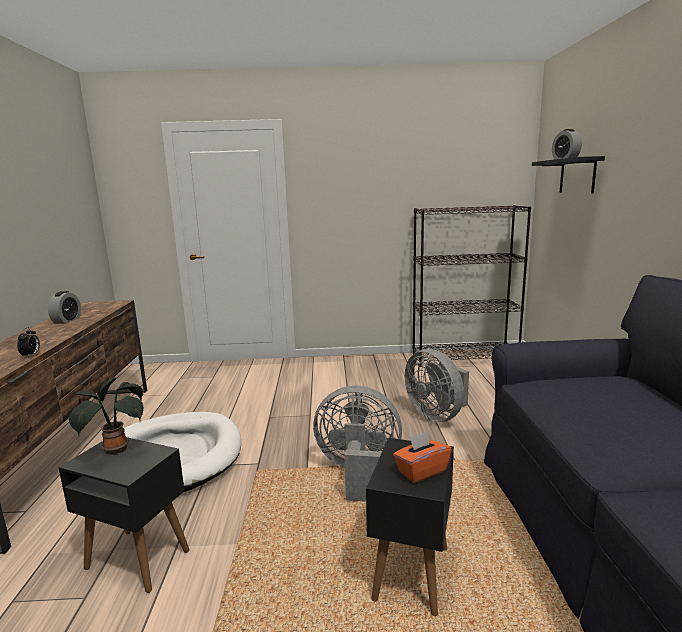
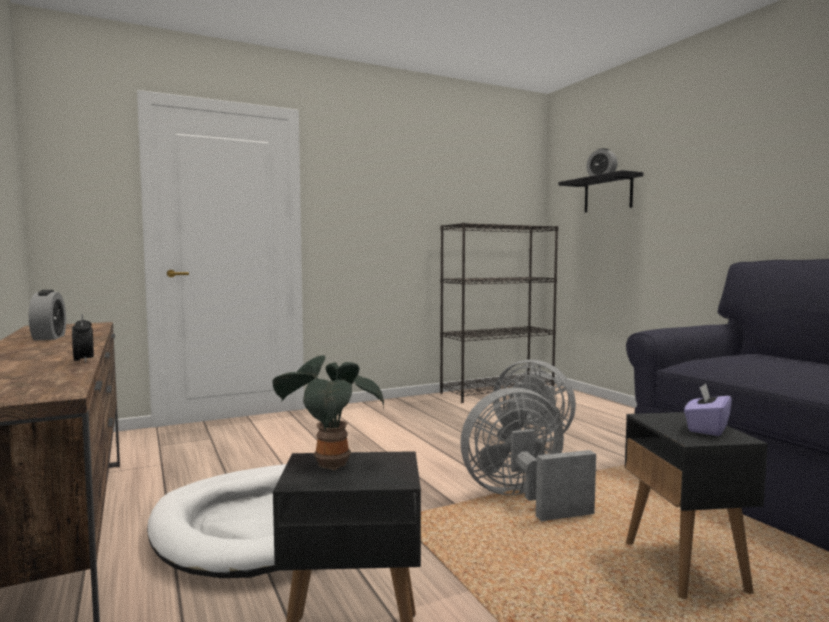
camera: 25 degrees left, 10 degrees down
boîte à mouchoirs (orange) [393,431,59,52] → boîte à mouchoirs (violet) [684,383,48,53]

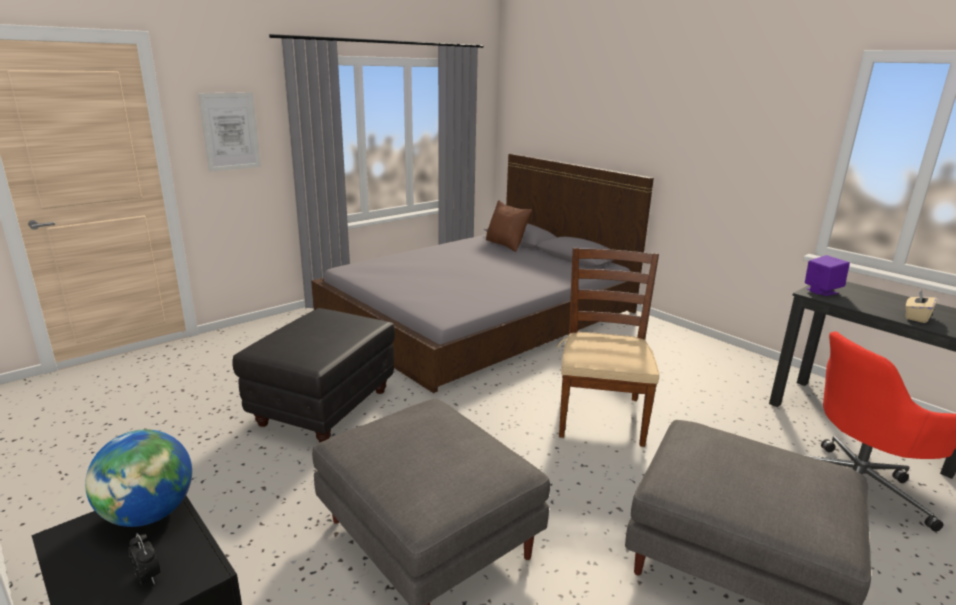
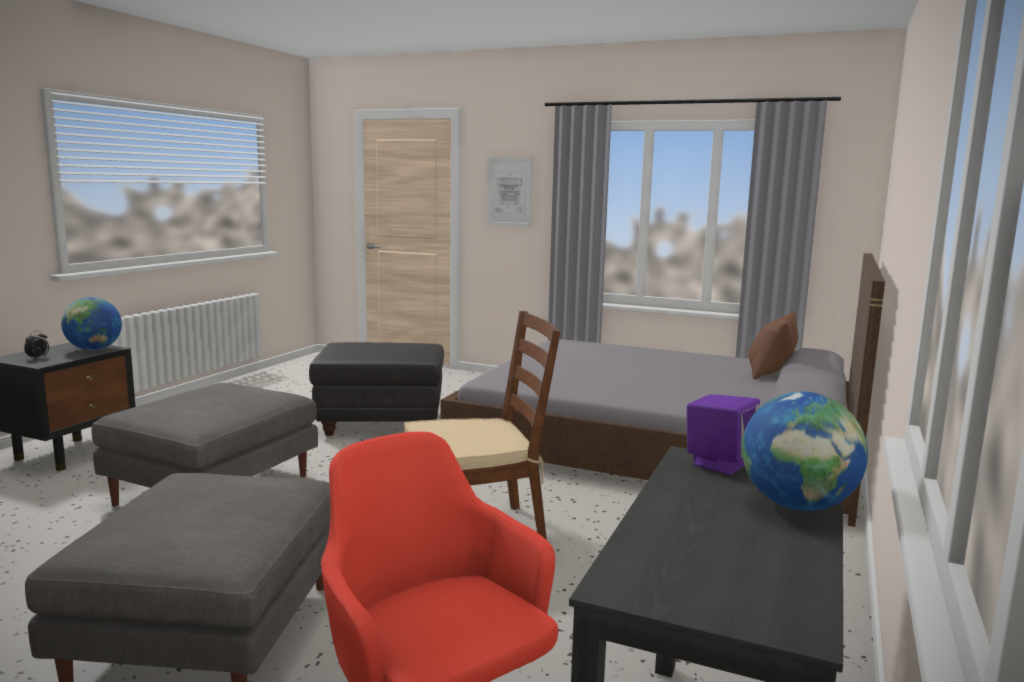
camera: 65 degrees right, 10 degrees down
boîte à mouchoirs (beige) [906,290,31,33] → -
- → globe [742,392,126,119]

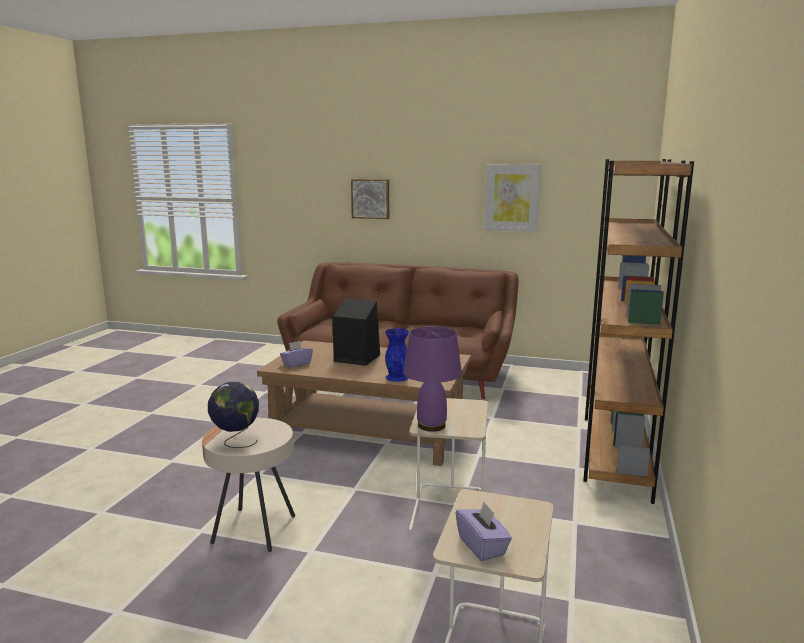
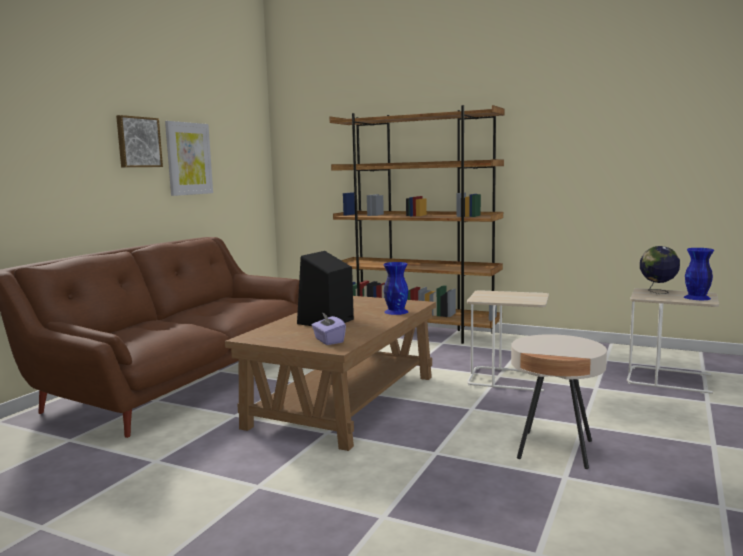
camera: 80 degrees left, 5 degrees down
tableau [351,179,38,40] → tableau [116,115,47,53], shifted
lampe de table (violet) [403,326,59,106] → -
globe [208,382,51,66] → globe [640,246,40,48], shifted
boîte à mouchoirs (violet) [456,502,56,59] → vase (bleu) [684,248,30,52]

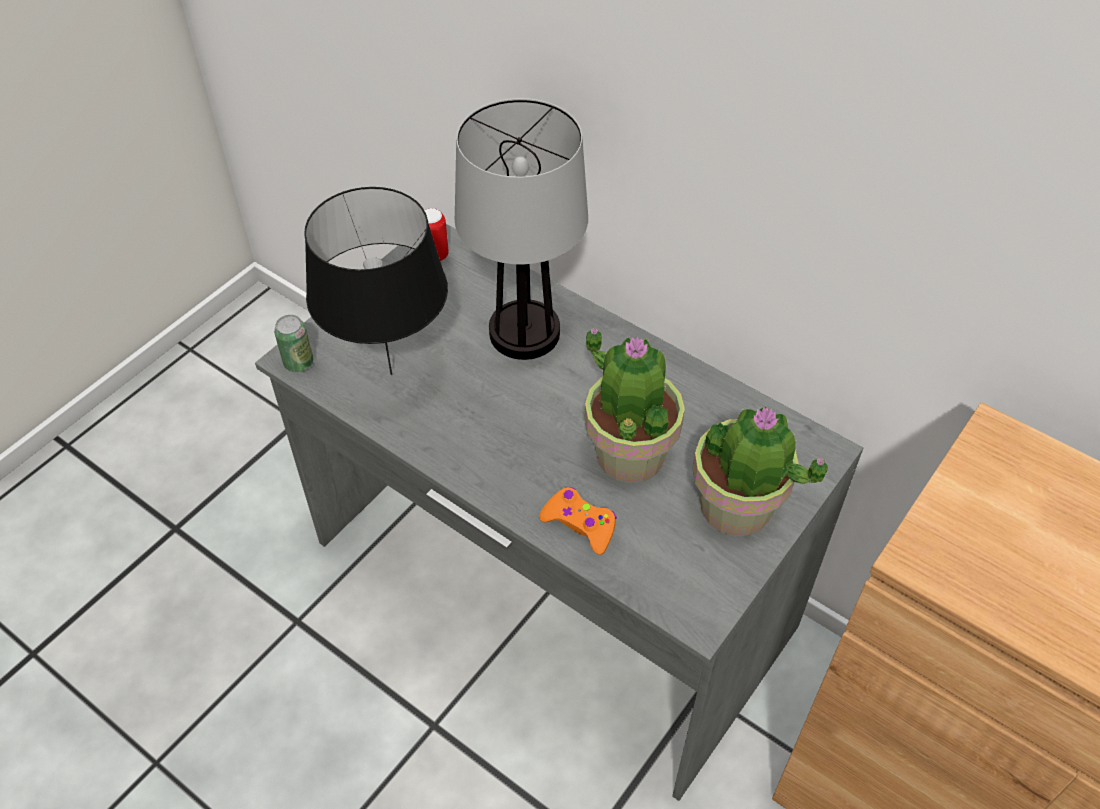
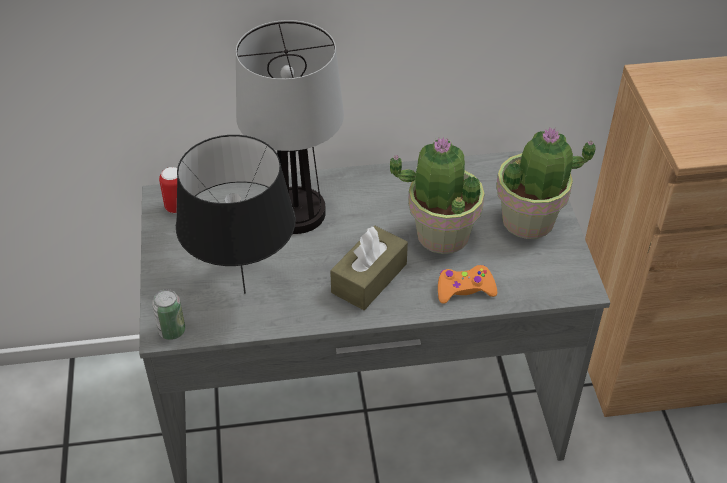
camera: 45 degrees left, 5 degrees down
- → boîte à mouchoirs (marron) [330,226,78,84]

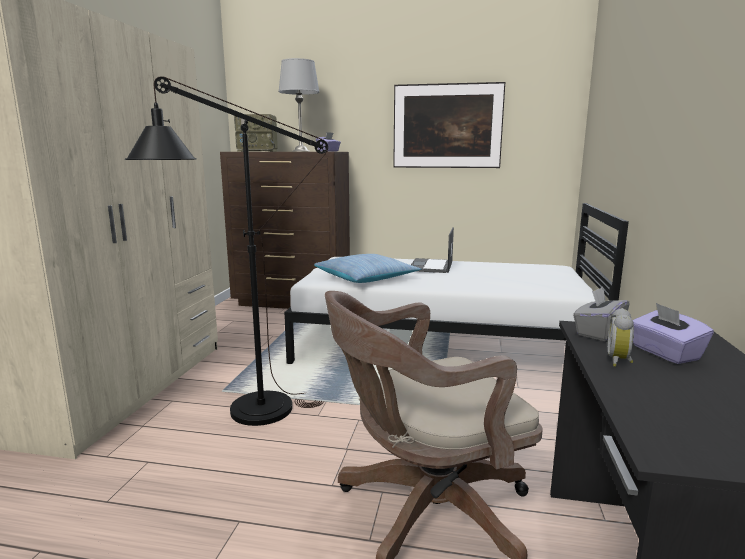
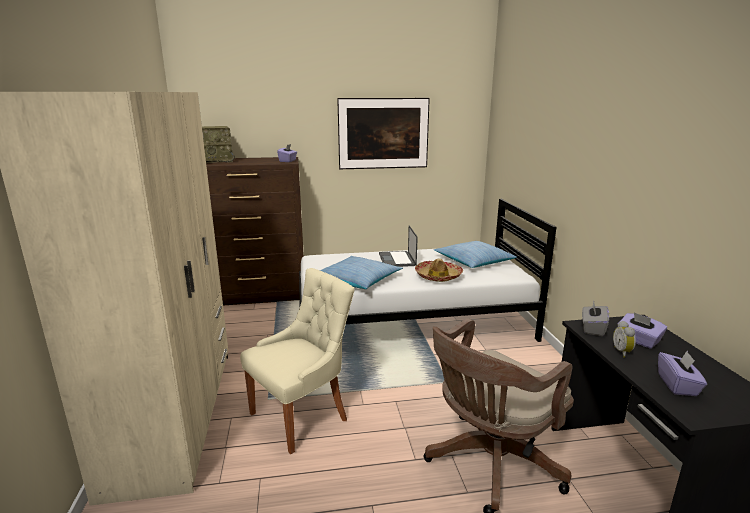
camera: 20 degrees left, 5 degrees up
lampe de table (gris) [278,58,42,94] → -
lampadaire (noir) [125,76,203,350] → chaise (beige) [240,268,115,186]
- → coussin [434,241,83,27]
- → chapeau [415,259,48,23]
- → boîte à mouchoirs (violet) [658,351,49,45]

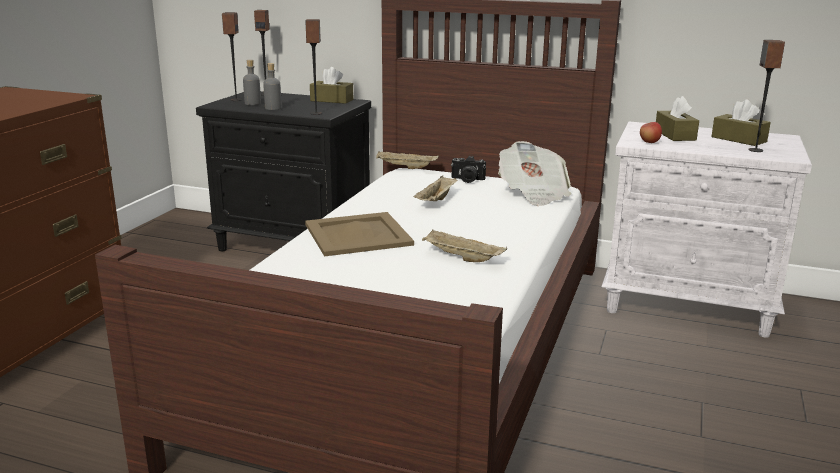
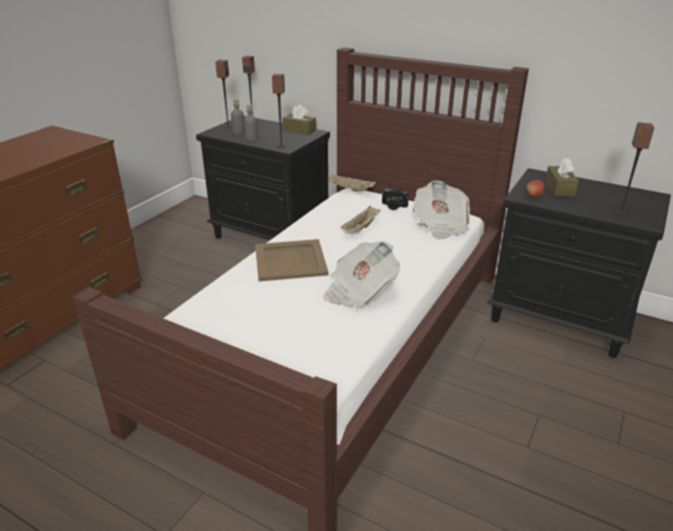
camera: 10 degrees right, 10 degrees up
boîte à mouchoirs (marron) [711,99,60,47] → -
table de chevet (blanc) [601,122,211,216] → table de chevet (noir) [487,168,184,190]
plateau (beige) [422,230,85,32] → journal [323,241,77,68]

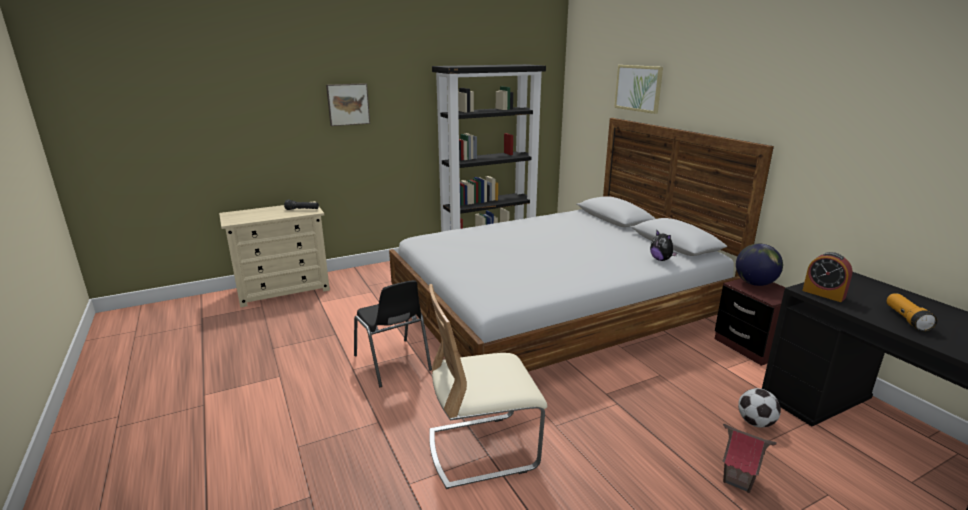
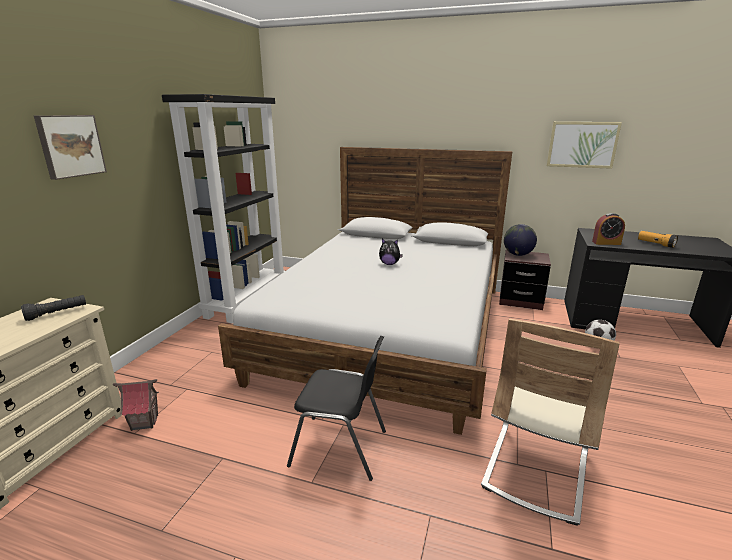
camera: 45 degrees left, 0 degrees up
tableau [614,65,49,49] → tableau [547,122,75,47], shifted
peluche [650,230,27,31] → peluche [379,239,24,26], shifted
maison miniature [722,424,55,69] → maison miniature [113,379,46,52], shifted

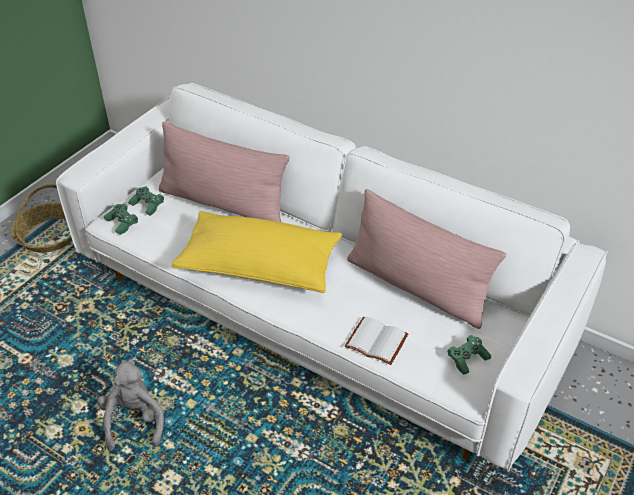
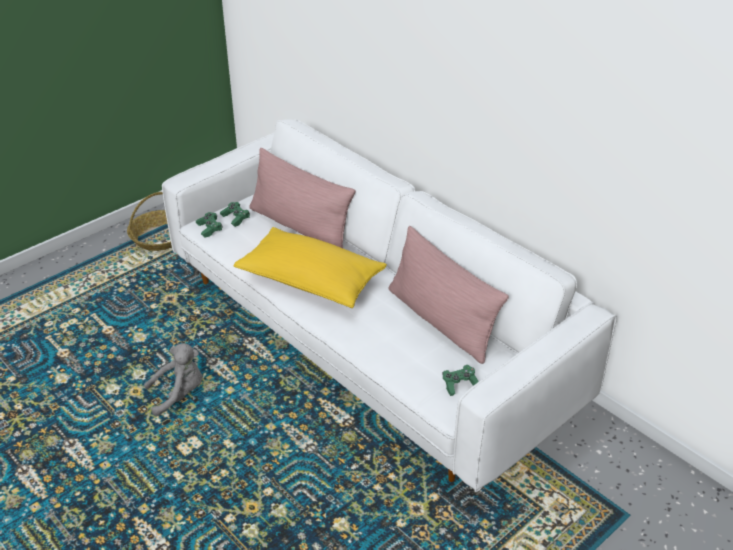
camera: 15 degrees right, 5 degrees down
livre (blanc) [345,317,63,48] → -
peluche (gris) [97,359,67,92] → peluche (gris) [144,343,58,73], 60 degrees clockwise

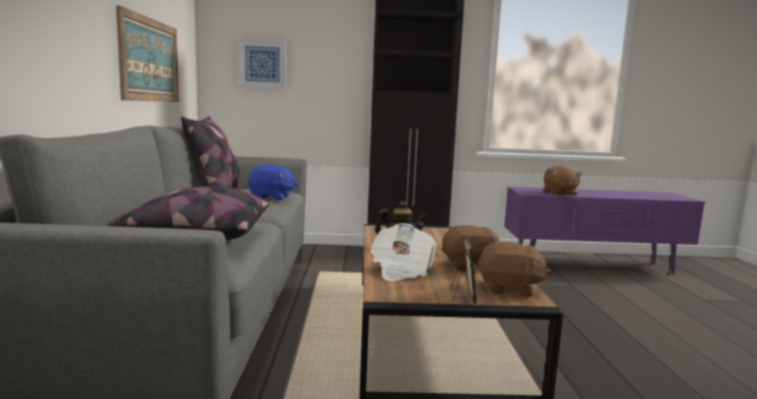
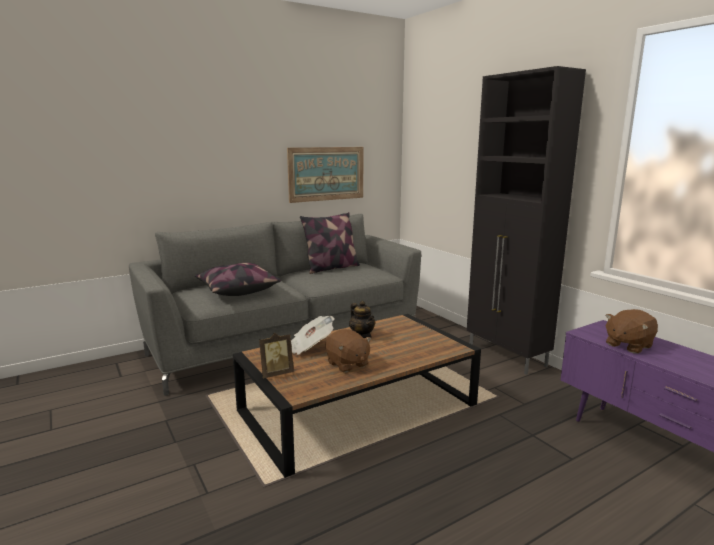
camera: 60 degrees right, 5 degrees up
tableau [238,39,48,50] → -
peluche (bleu) [248,165,50,36] → -
peluche (marron) [477,242,74,55] → -

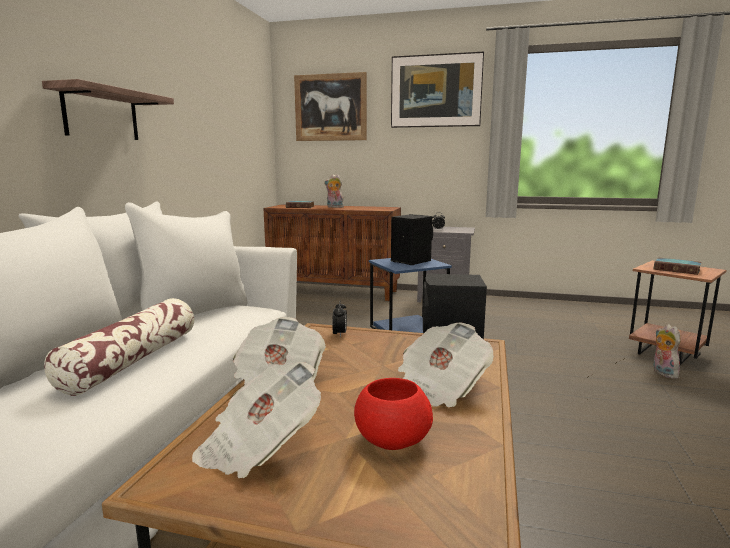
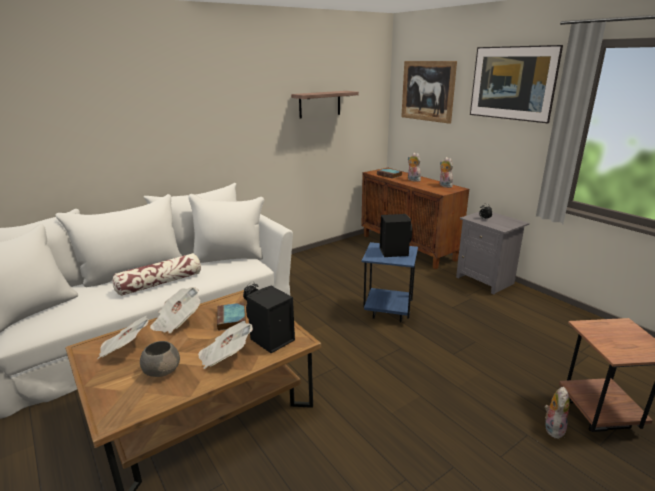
camera: 40 degrees right, 10 degrees up
étagère [42,79,132,61] → étagère [291,91,68,27], shifted
livre [653,258,49,17] → livre [217,303,29,28], shifted
bol (rouge) [354,378,79,72] → bol (gris) [140,341,40,36]
- → peluche [439,157,14,31]

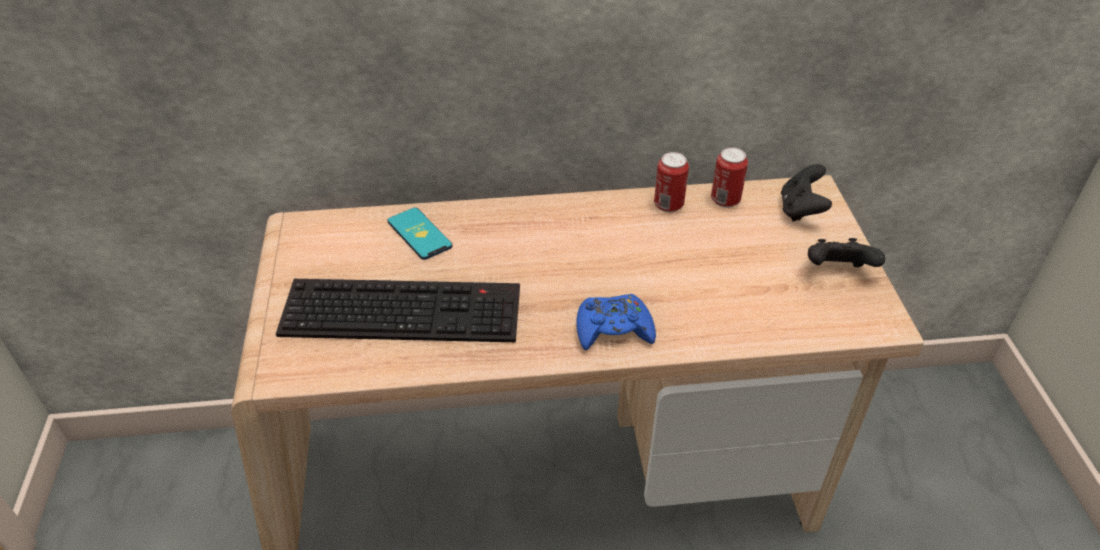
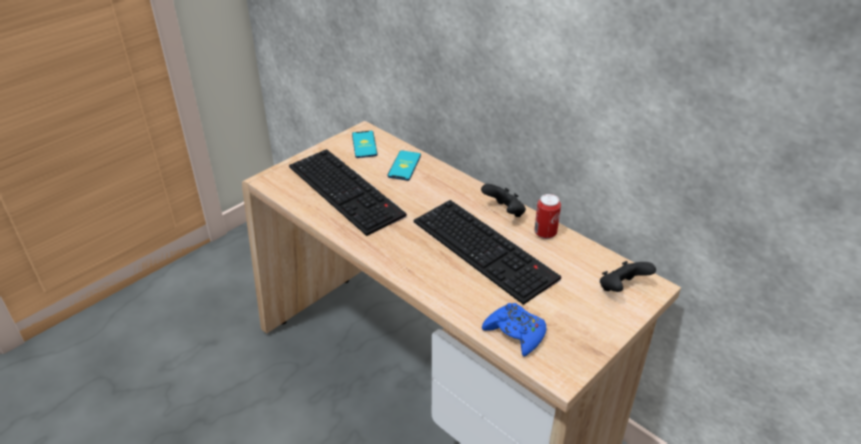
camera: 50 degrees right, 5 degrees down
boîte métallique [711,147,37,61] → -
manette (noir) [808,238,77,30] → manette (noir) [481,184,45,33], shifted
manette (bleu) [576,294,80,57] → manette (bleu) [482,303,64,54], shifted
- → téléphone [352,131,25,27]
- → clavier [414,200,147,105]

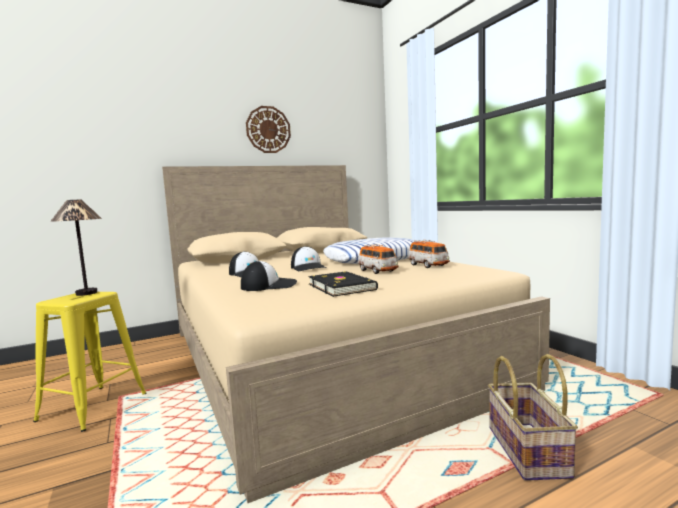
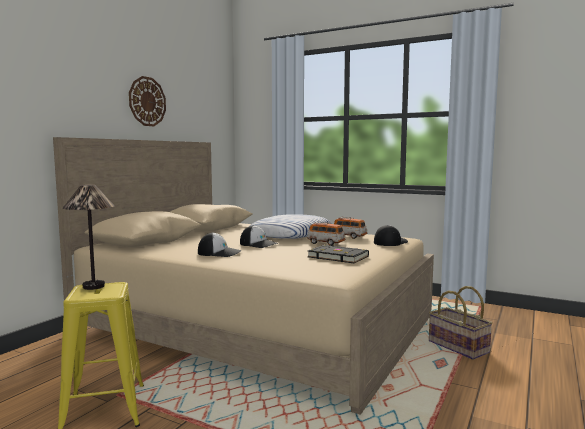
camera: 35 degrees left, 0 degrees up
casquette [241,261,56,30] → casquette [374,225,34,21], shifted

